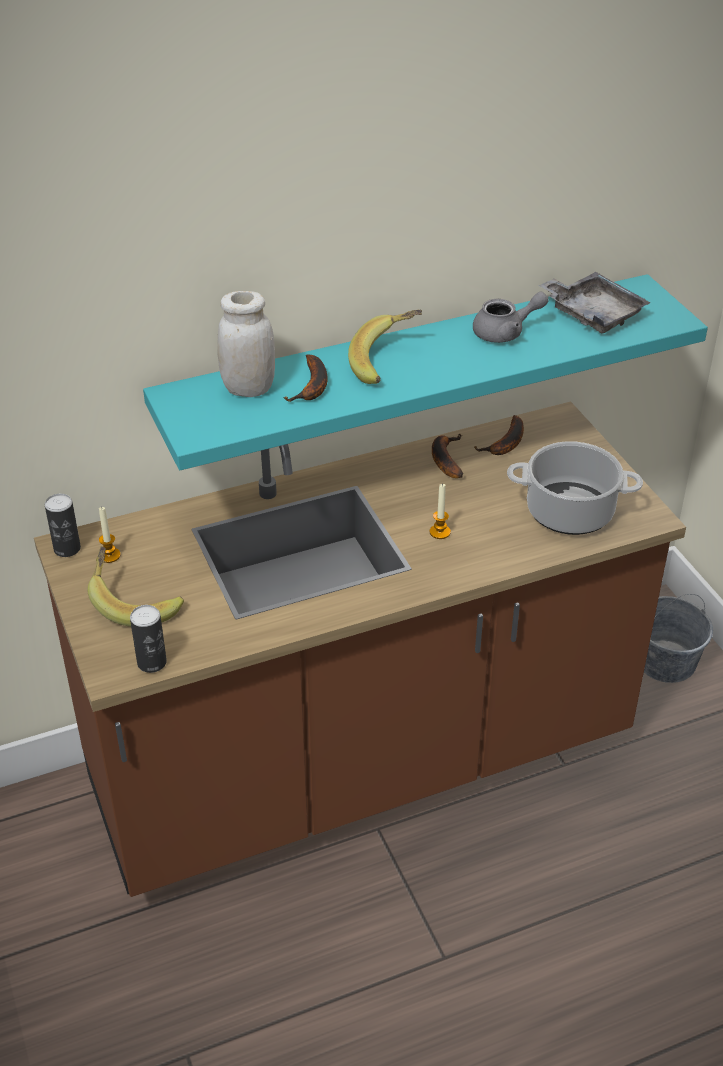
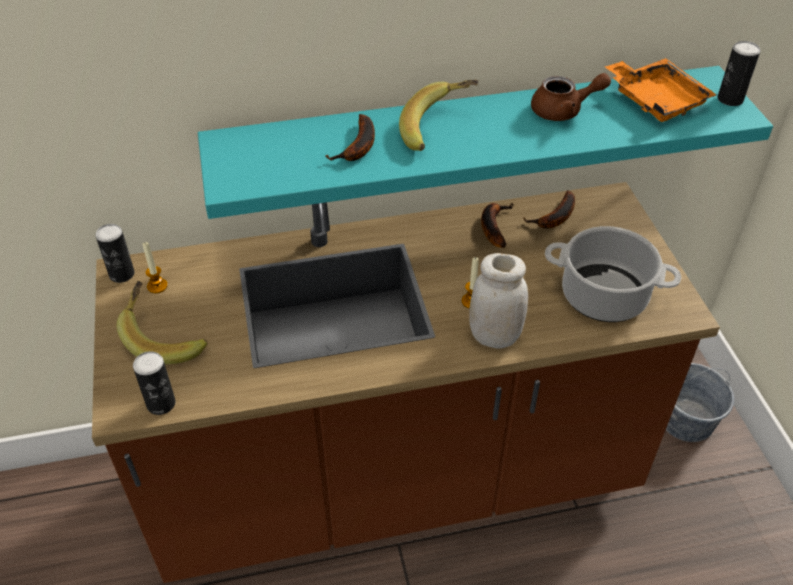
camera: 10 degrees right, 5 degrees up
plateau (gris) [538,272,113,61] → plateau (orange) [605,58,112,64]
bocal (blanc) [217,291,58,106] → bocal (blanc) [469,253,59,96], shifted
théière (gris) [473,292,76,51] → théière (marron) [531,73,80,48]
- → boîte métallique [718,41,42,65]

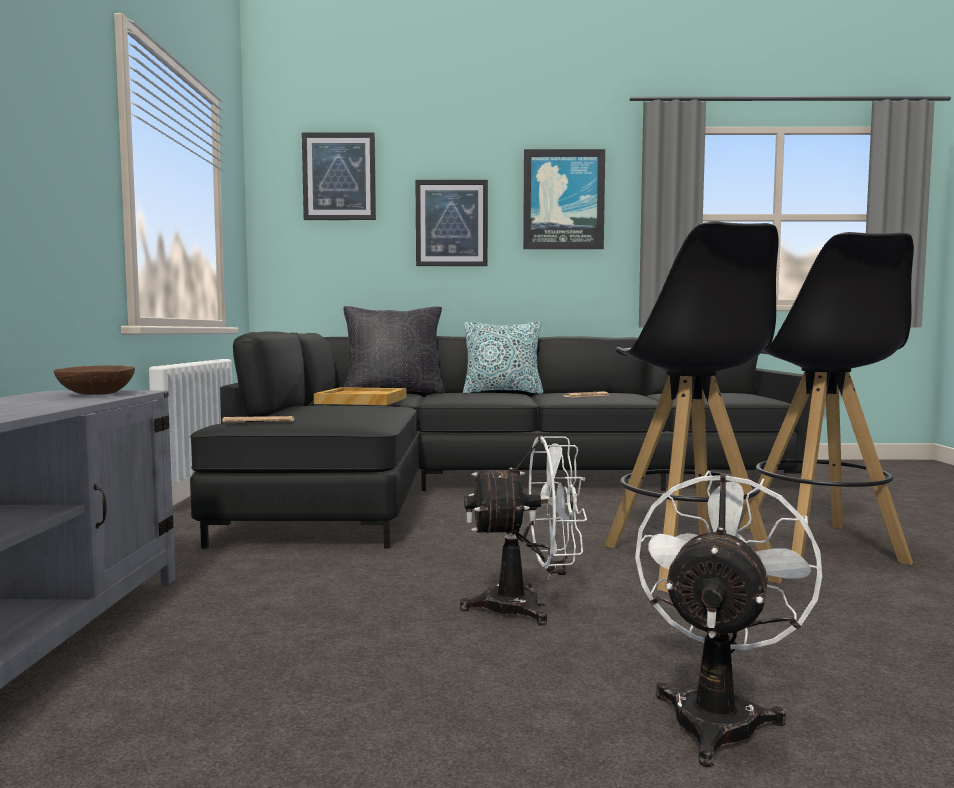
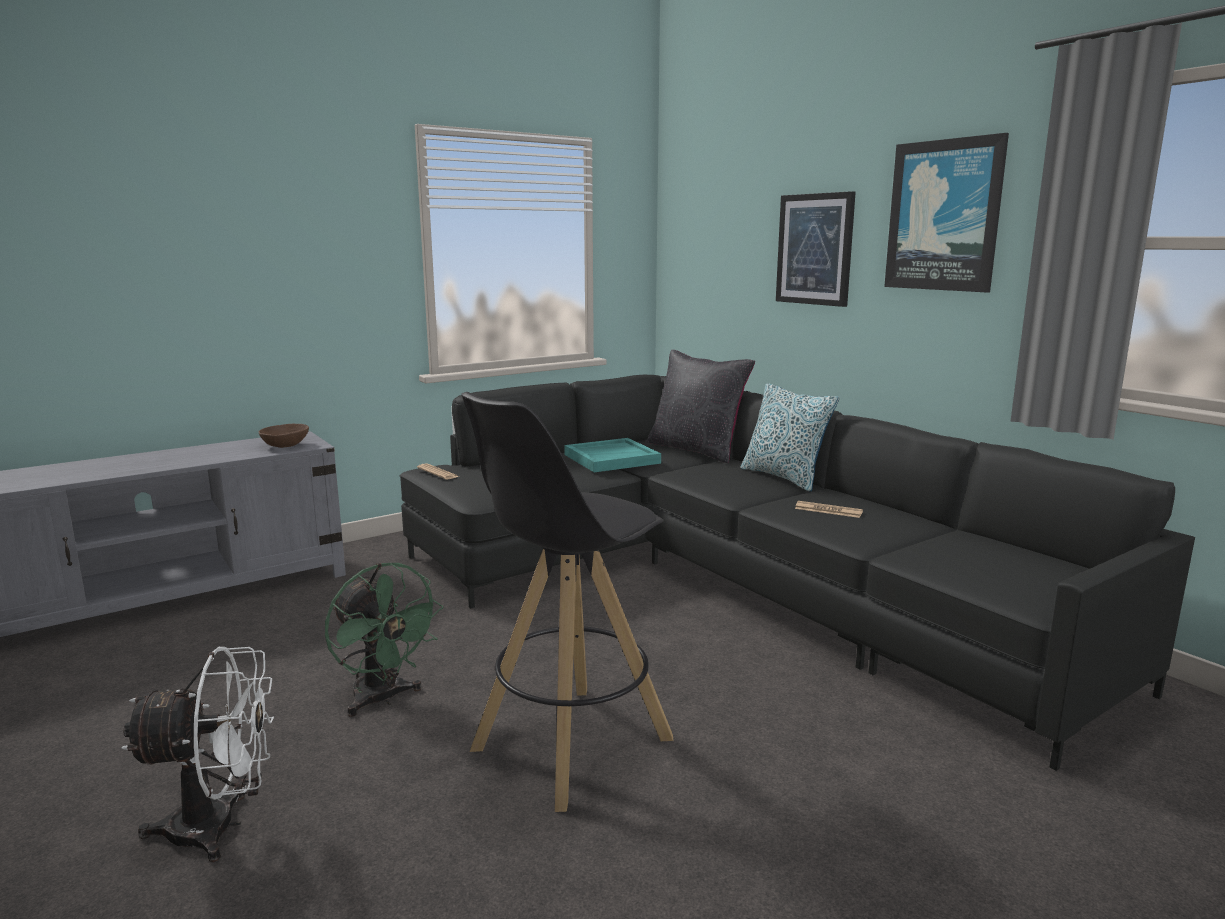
camera: 55 degrees right, 10 degrees up
tableau [302,132,74,88] → -
tabouret (noir) [740,232,174,333] → -
plateau (beige) [314,387,93,18] → plateau (turquoise) [564,438,97,34]
ventilateur (blanc) [460,435,127,190] → ventilateur (vert) [325,563,119,154]

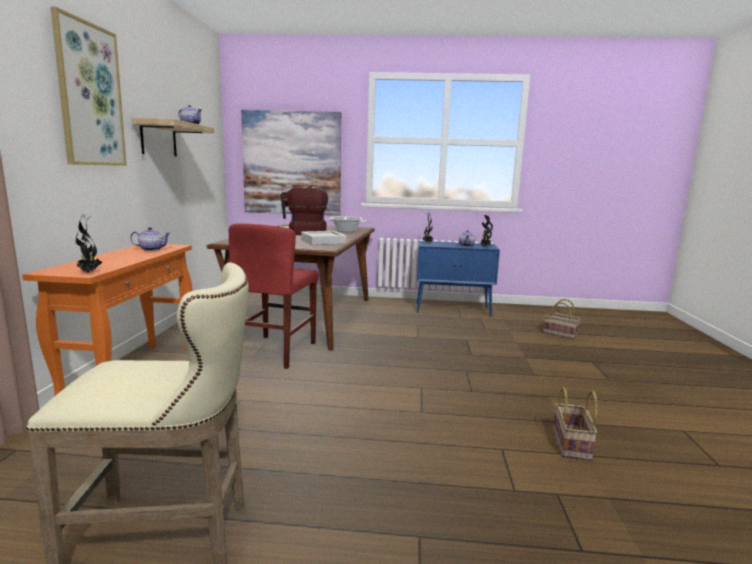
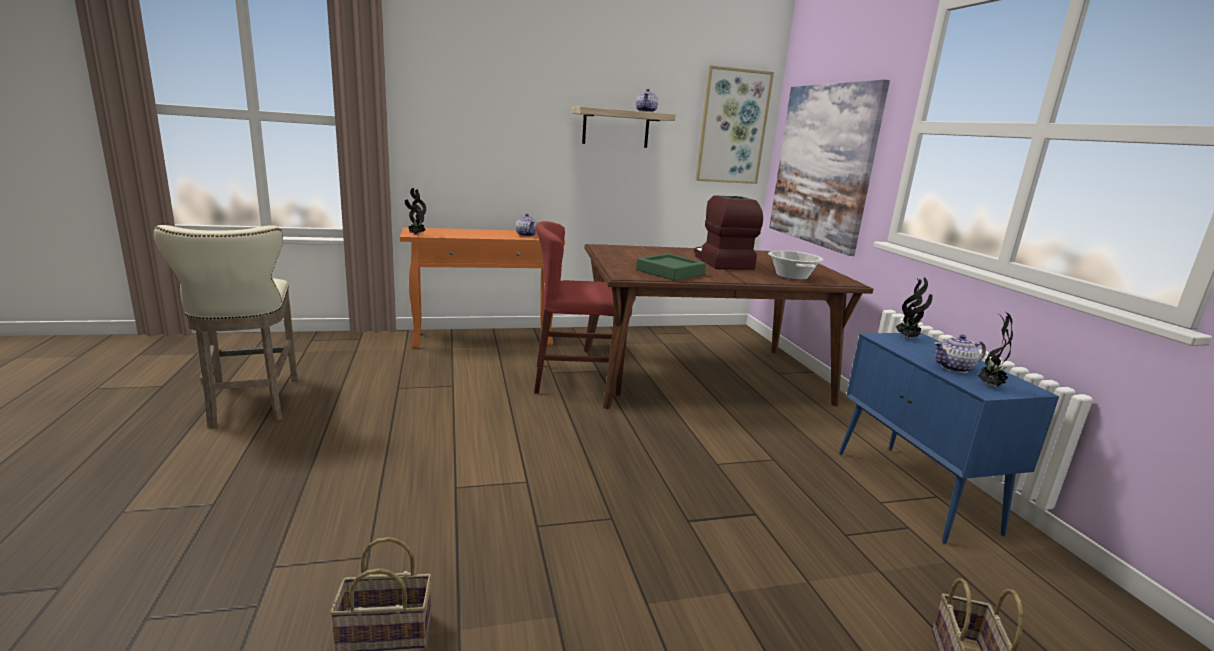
camera: 70 degrees right, 5 degrees up
tableau [51,7,76,159] → tableau [695,65,79,119], shifted
plateau (gris) [301,231,45,14] → plateau (vert) [636,253,70,28]

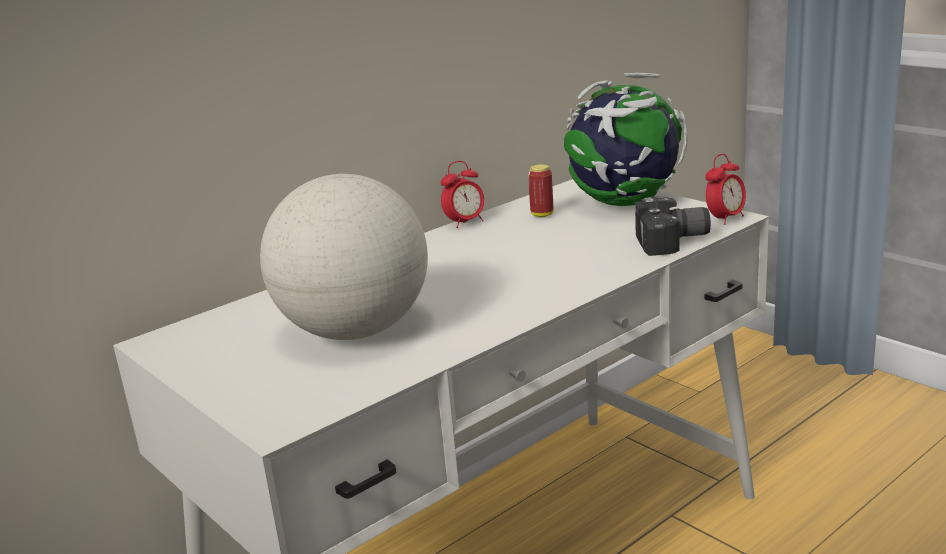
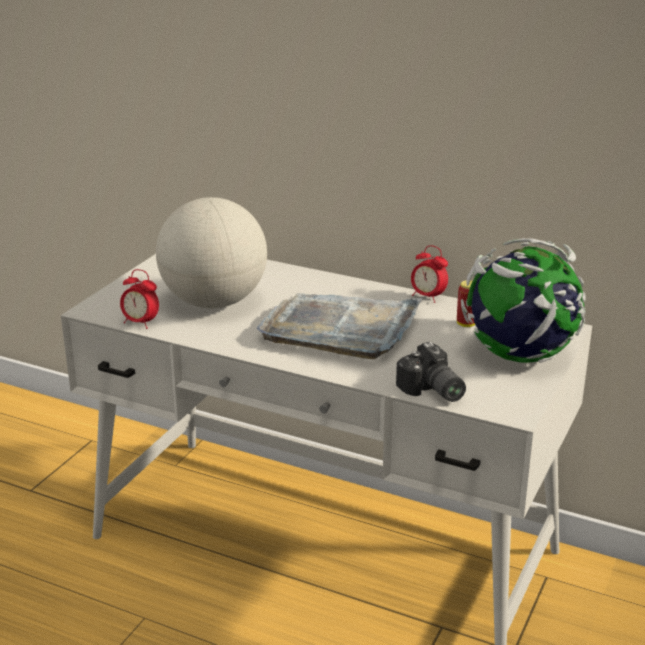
camera: 65 degrees right, 5 degrees up
réveil [705,154,41,71] → réveil [120,269,39,60], shifted
- → plateau (gris) [257,293,166,66]

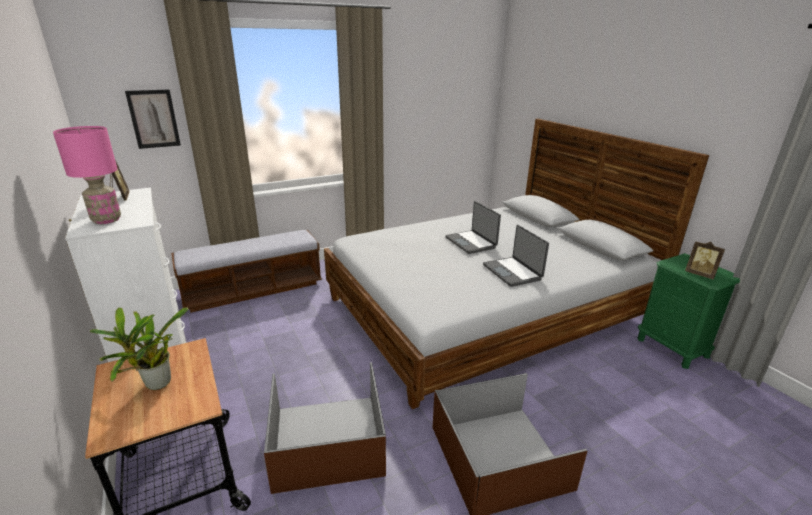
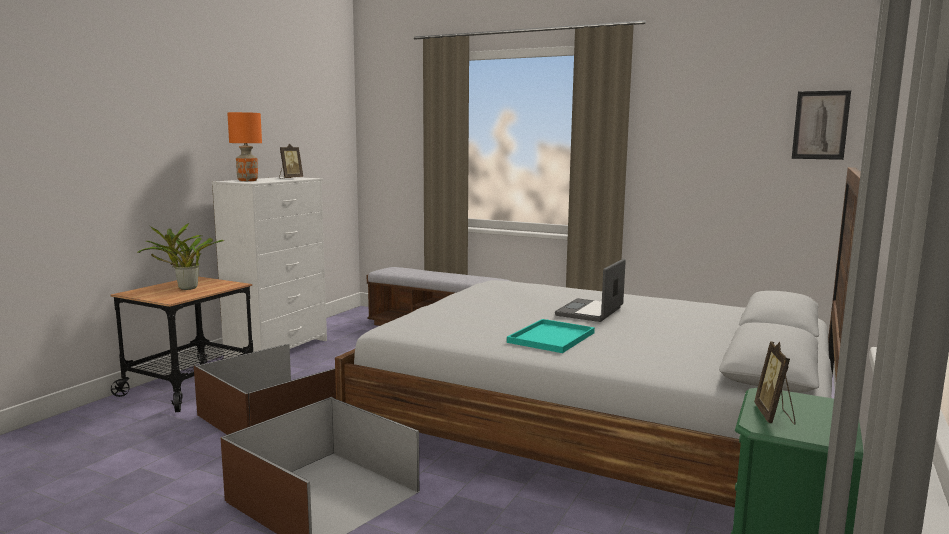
camera: 55 degrees right, 15 degrees down
tableau [125,90,56,59] → tableau [792,90,59,70], shifted
lampe de table (rose) [53,126,68,98] → lampe de table (orange) [227,112,35,69]
ordinateur portable [483,225,66,62] → plateau (turquoise) [507,319,88,34]

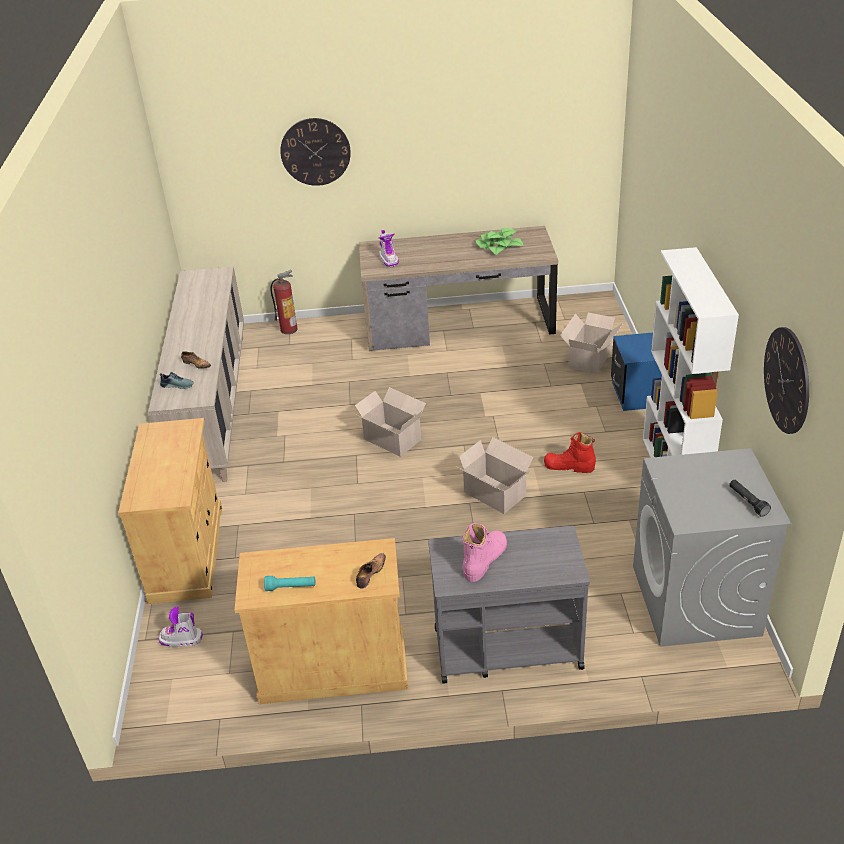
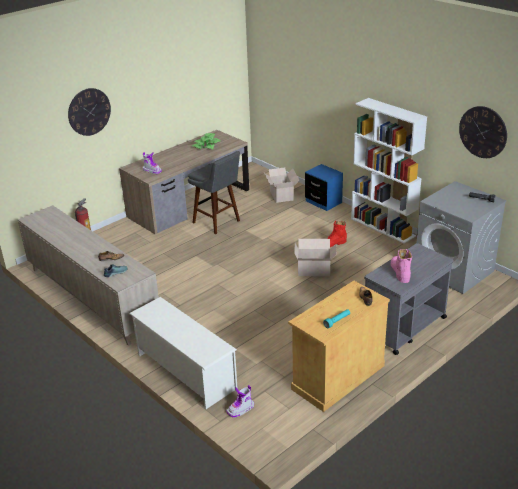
camera: 40 degrees left, 5 degrees down
carton [353,387,73,69] → -
meuble de rangement (beige) [118,418,104,186] → étagère à chaussures (blanc) [129,297,109,112]
- → tabouret (gris) [188,151,52,83]

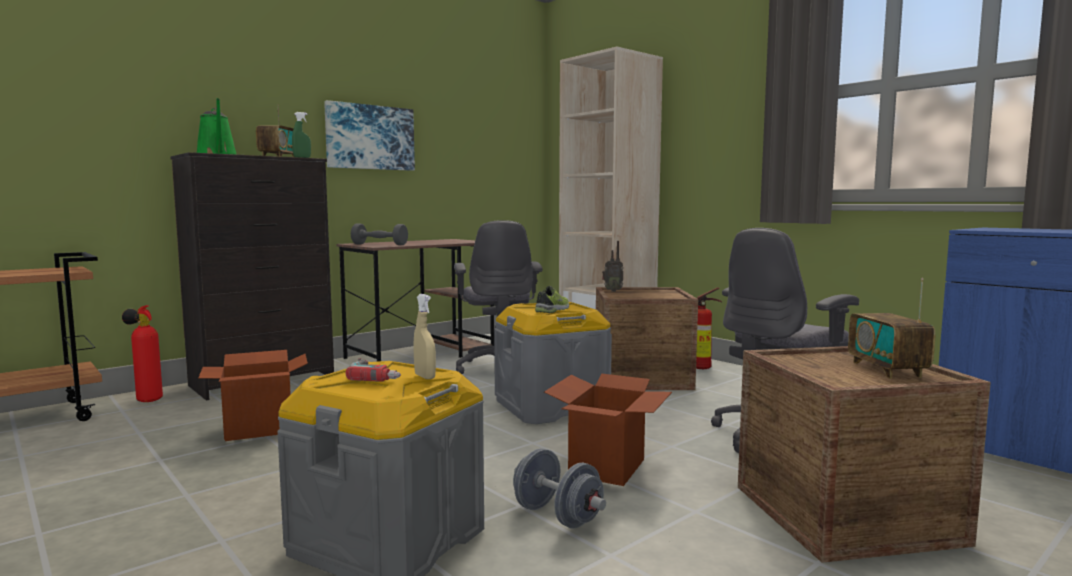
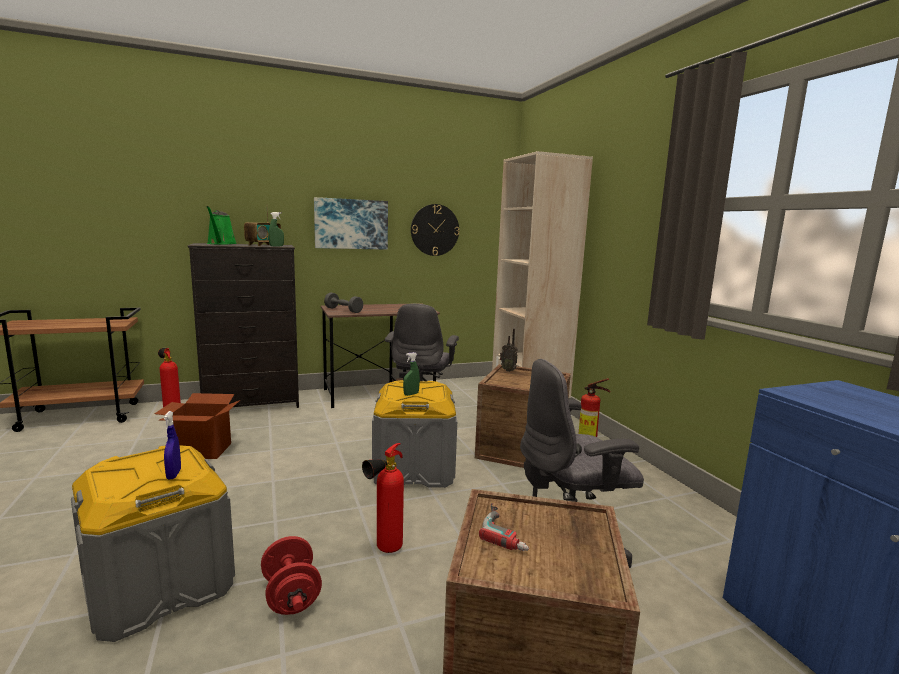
camera: 20 degrees right, 5 degrees up
radio [848,278,87,100] → -
chaussure [535,286,34,27] → vaporisateur (vert) [403,352,17,44]
vaporisateur (beige) [414,294,22,85] → vaporisateur (bleu) [164,411,17,68]
perceuse [346,358,55,24] → perceuse [479,503,50,48], shifted
carton [544,374,128,112] → extincteur [362,443,42,110]
haltère (gris) [513,448,93,80] → haltère (rouge) [261,536,61,79]
- → horloge murale [411,204,48,52]

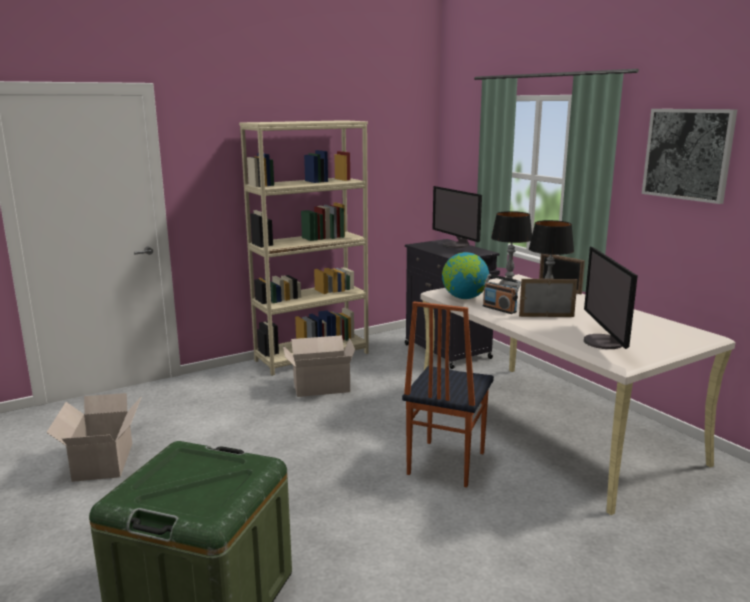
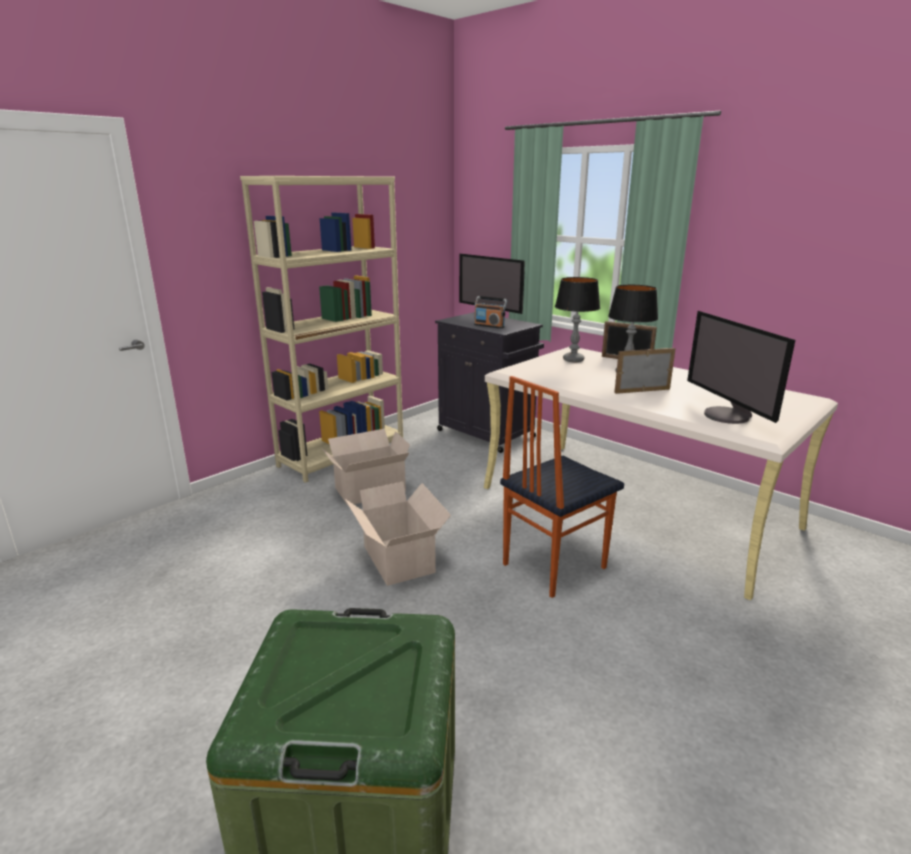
camera: 15 degrees left, 5 degrees up
tableau [642,109,96,95] → -
globe [442,252,47,47] → -
radio [483,274,38,40] → radio [474,296,33,33], shifted
chaise [402,301,92,186] → chaise [500,376,124,222], 45 degrees clockwise
carton [46,393,96,89] → carton [345,482,106,104], shifted

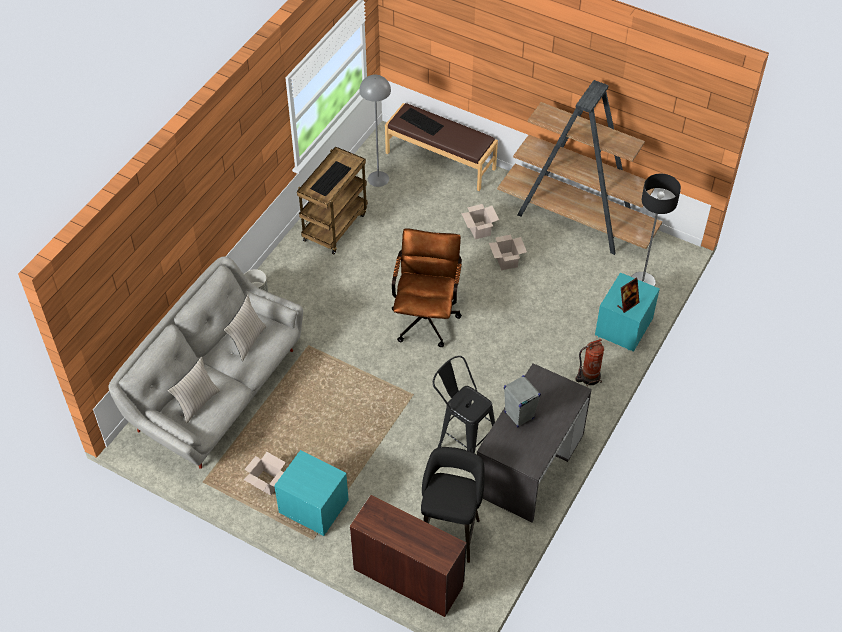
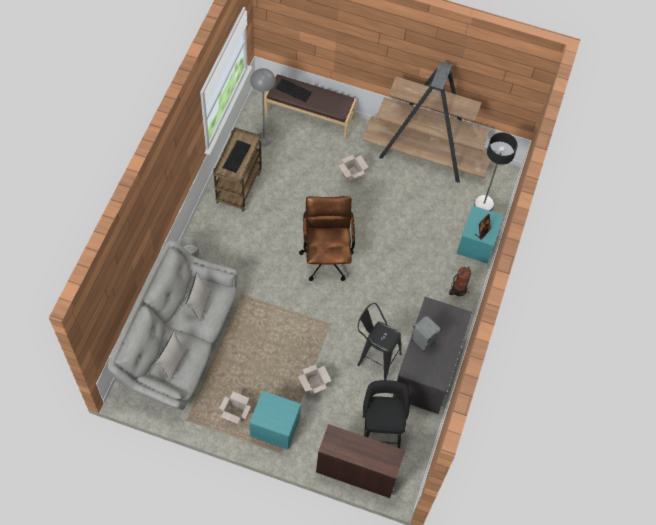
camera: 15 degrees left, 10 degrees up
carton [489,235,38,35] → carton [298,365,33,31], shifted

